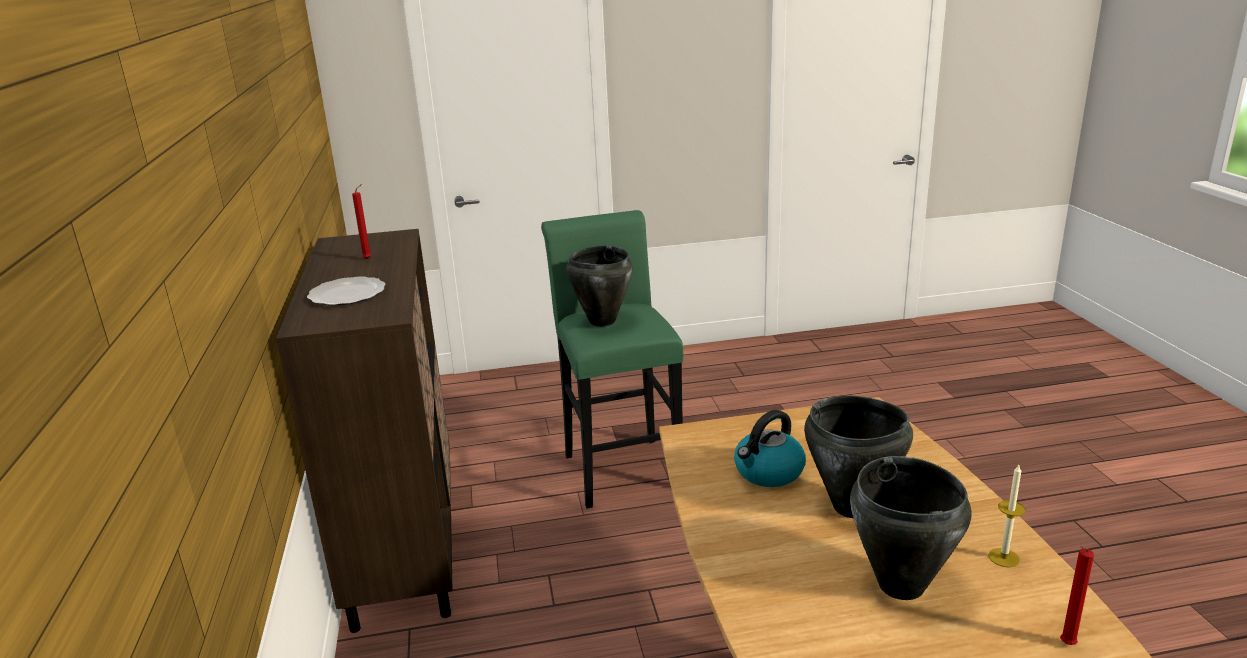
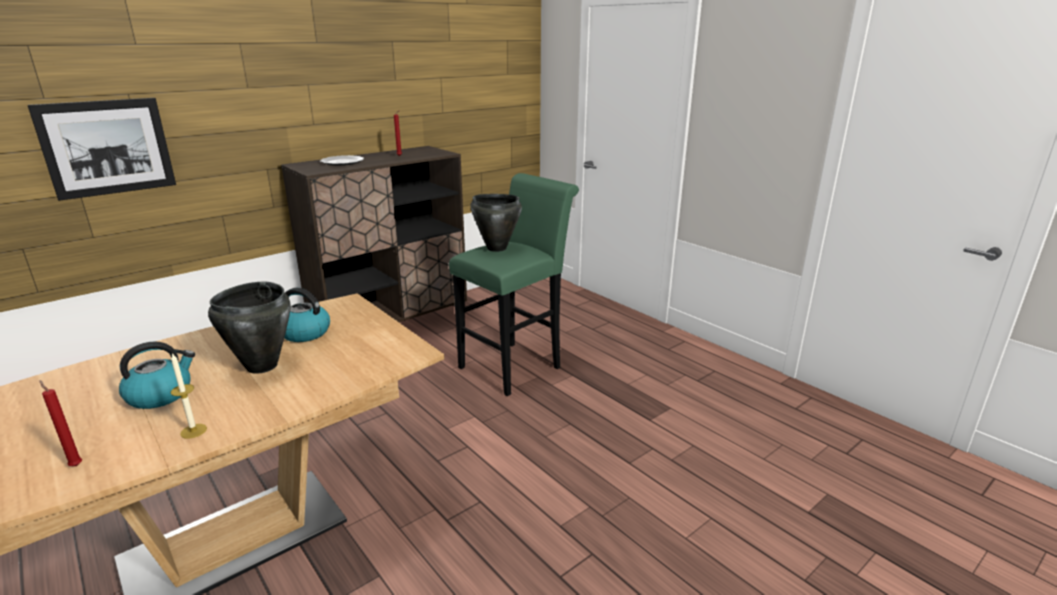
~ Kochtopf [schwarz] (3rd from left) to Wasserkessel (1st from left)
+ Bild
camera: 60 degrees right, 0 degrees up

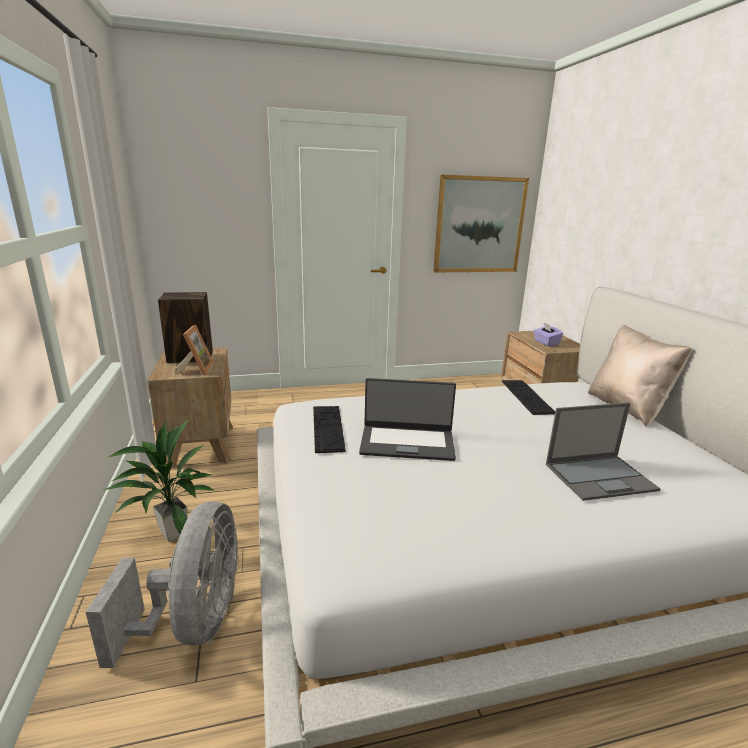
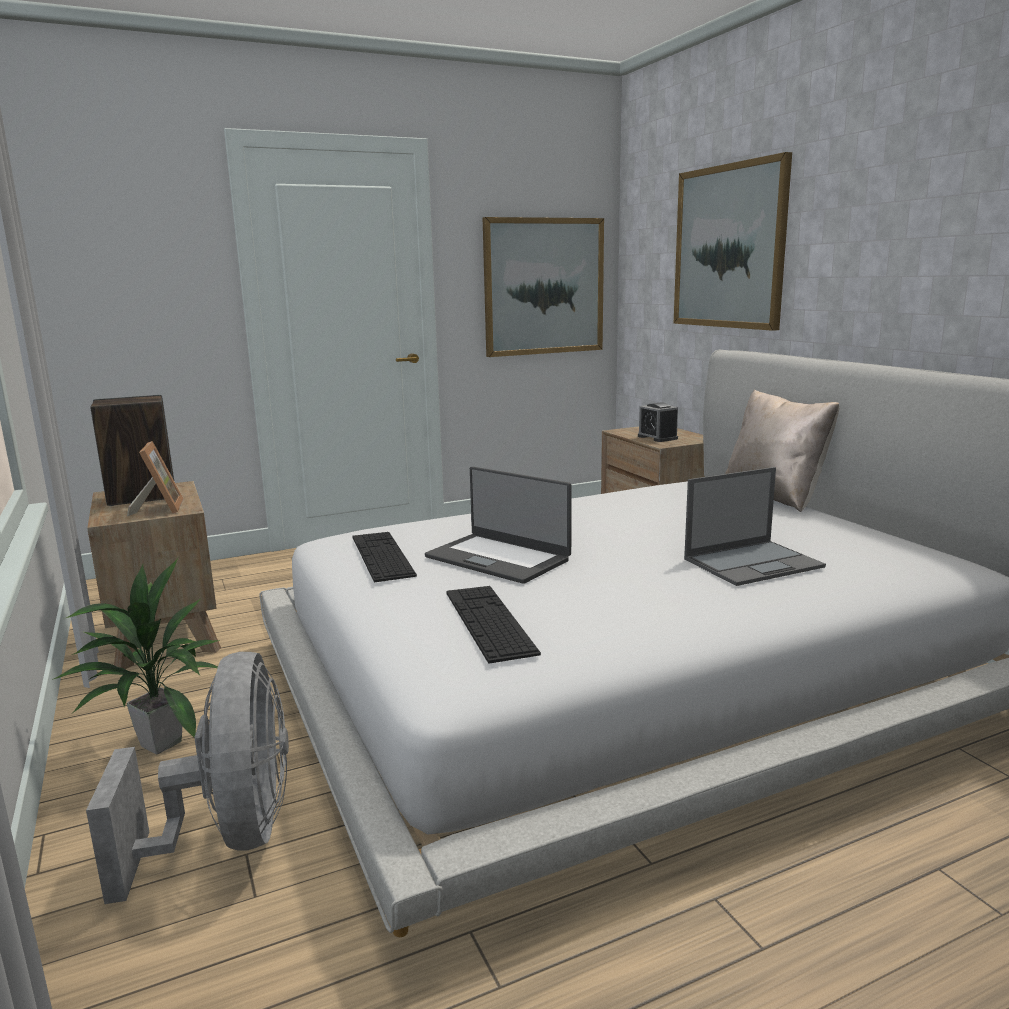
~ Taschentuchbox [lila] to Wecker
~ Laptop (1st from left) 45 degrees clockwise
~ Tastatur (2nd from left)
+ Bild (2nd from left)
camera: 10 degrees left, 5 degrees down

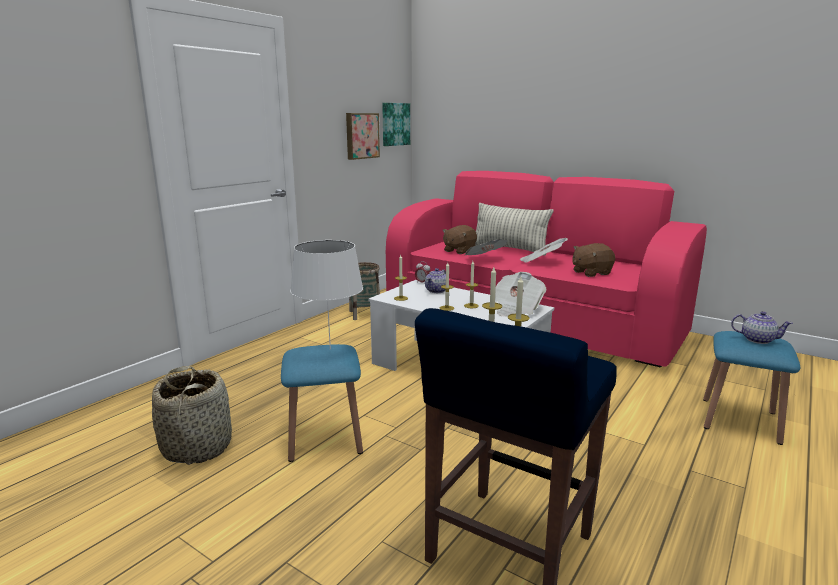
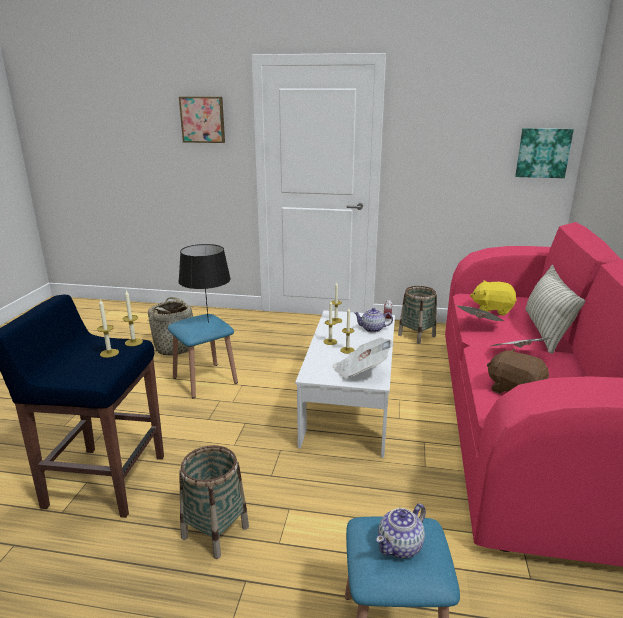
~ Bild (1st from left)
~ Plüschtier [braun] (1st from left) to Plüschtier [gelb]
~ Tischlampe [weiß] to Tischlampe [schwarz]
~ Teekanne (2nd from left) 45 degrees clockwise
+ Korb (2nd from left)
camera: 65 degrees right, 5 degrees up

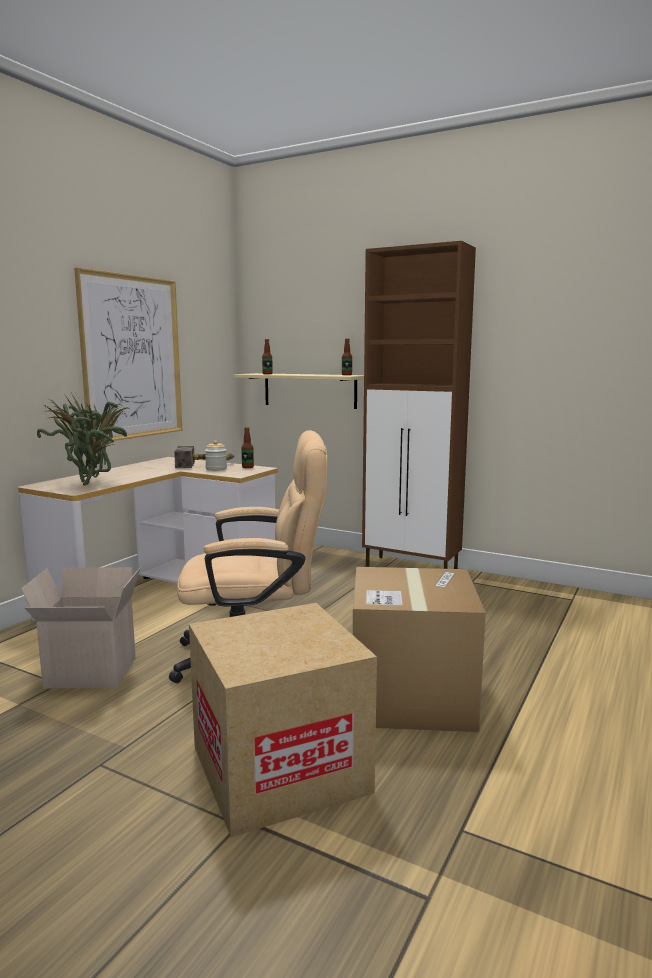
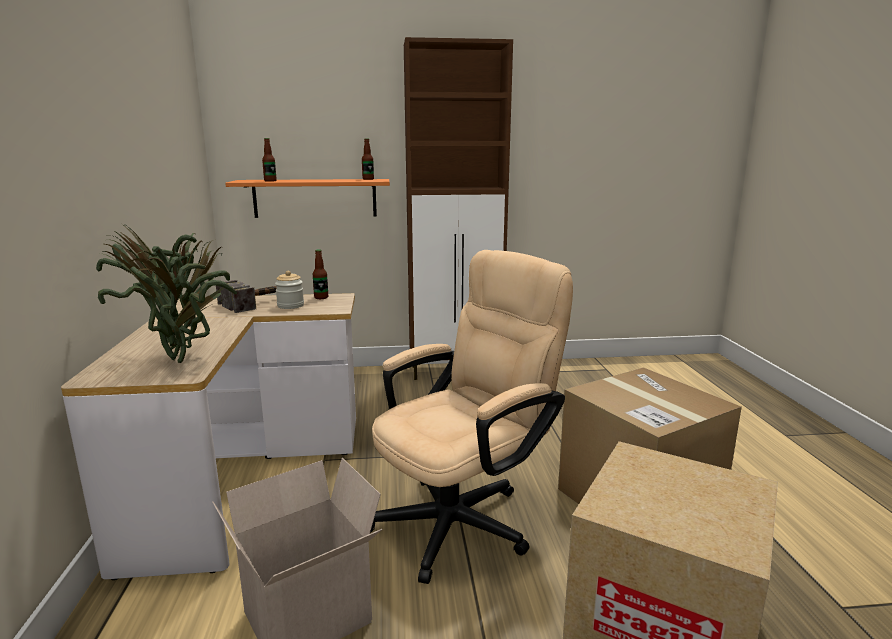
- Bild
~ Wandregal [beige] to Wandregal [orange]
camera: 35 degrees left, 5 degrees up

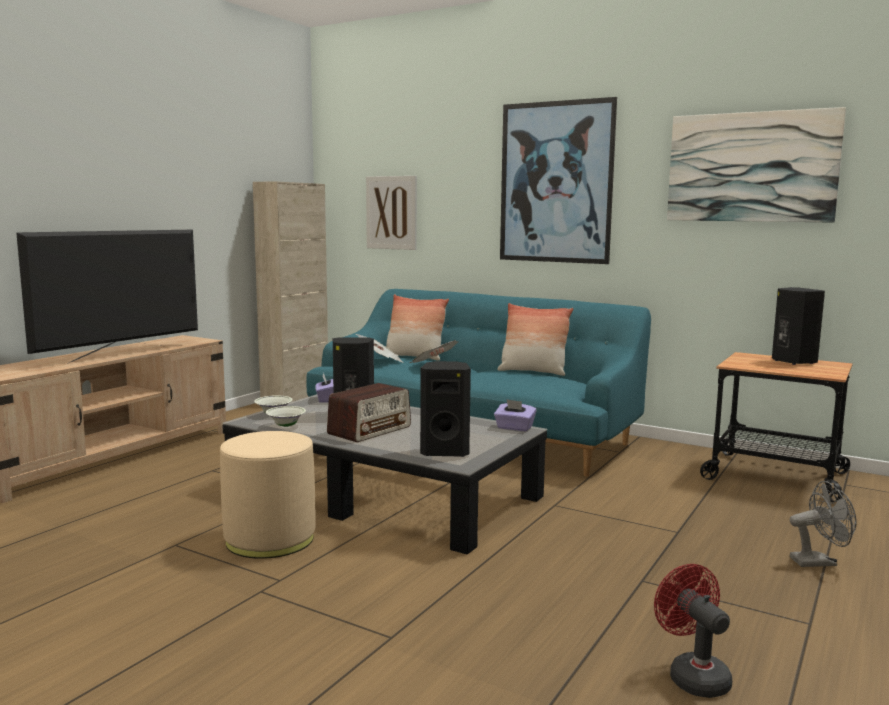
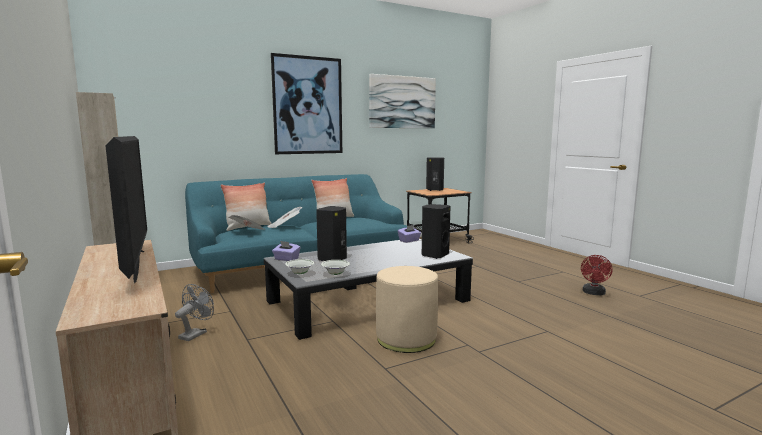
- Bild (1st from left)
- Radio
~ Ventilator [grau]
~ Ventilator [rot] 75 degrees counterclockwise
camera: 60 degrees left, 0 degrees up

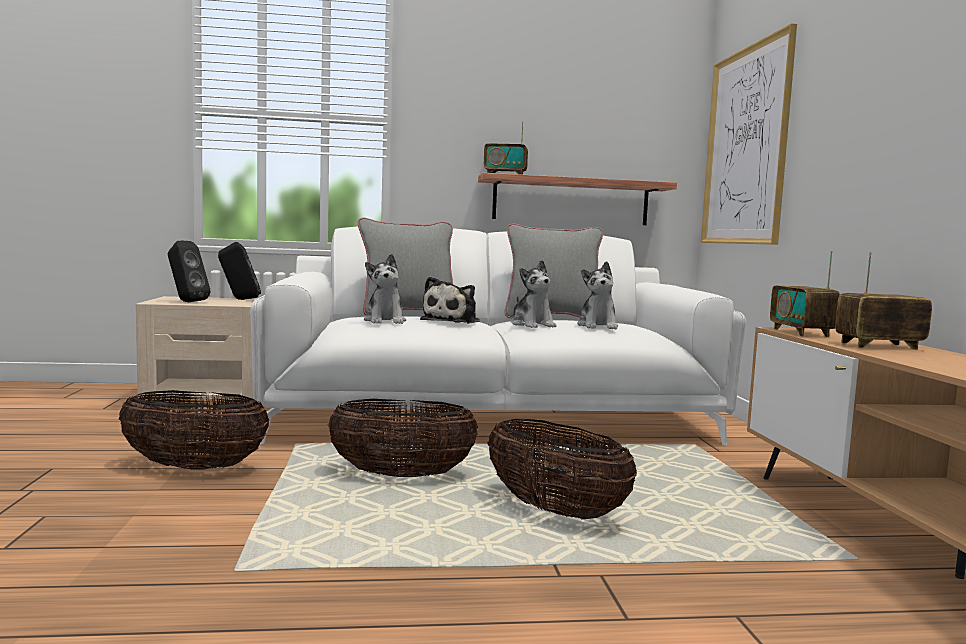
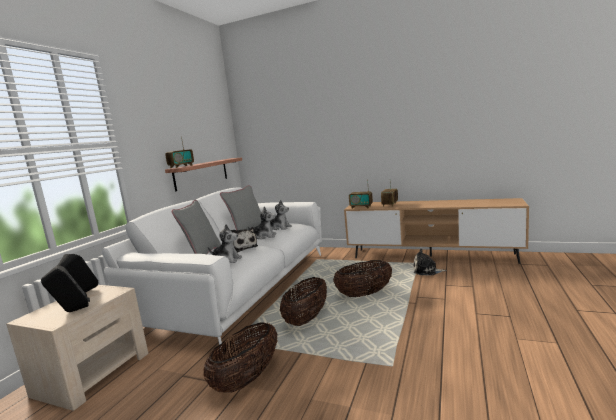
- Bild
+ Plüschtier (5th from left)
camera: 60 degrees left, 5 degrees up

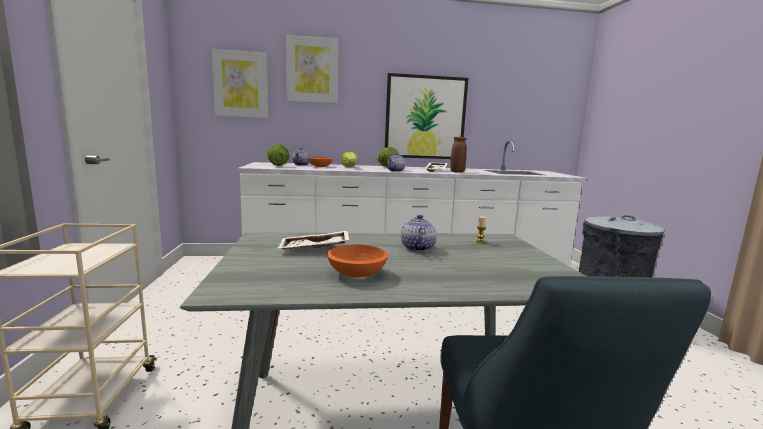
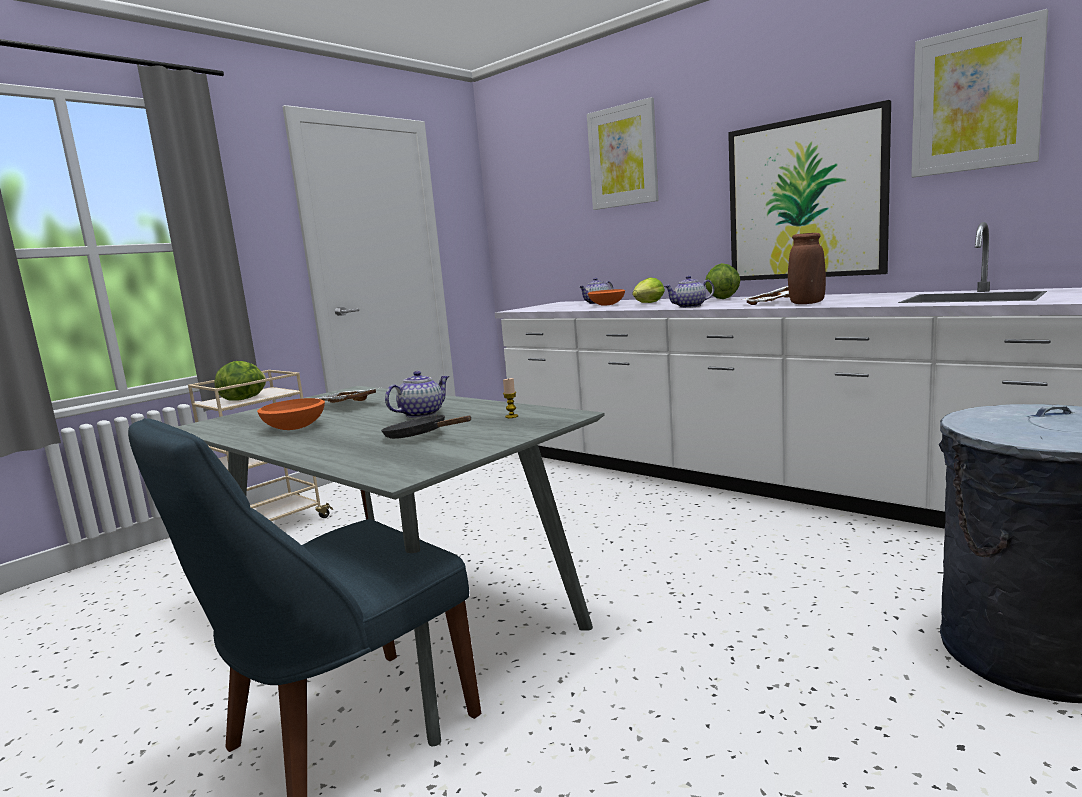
~ Bild (1st from left in the first image) to Bild (3rd from left)
~ Salatkopf (1st from left)
+ Pfanne [schwarz]
camera: 50 degrees right, 0 degrees up

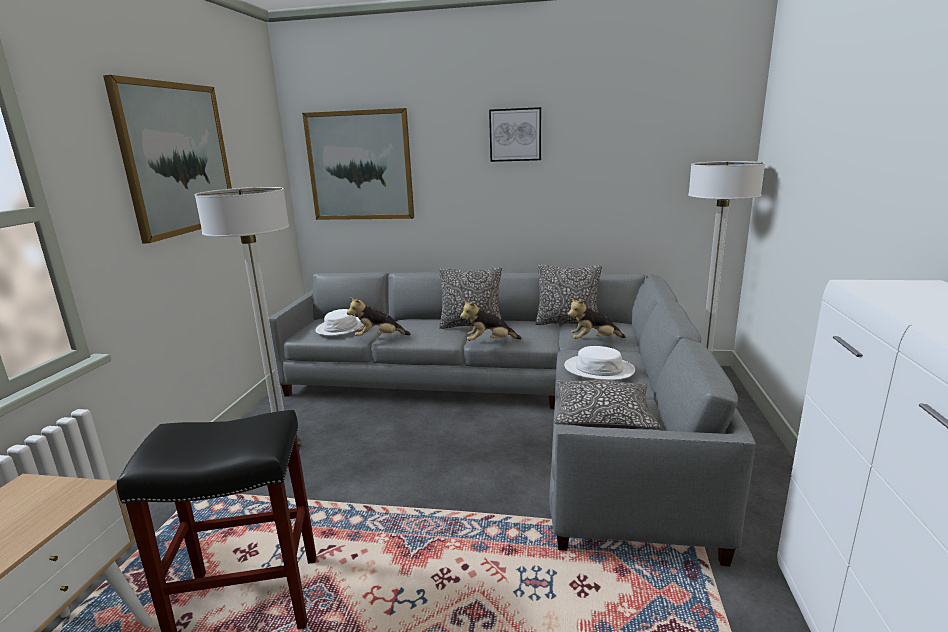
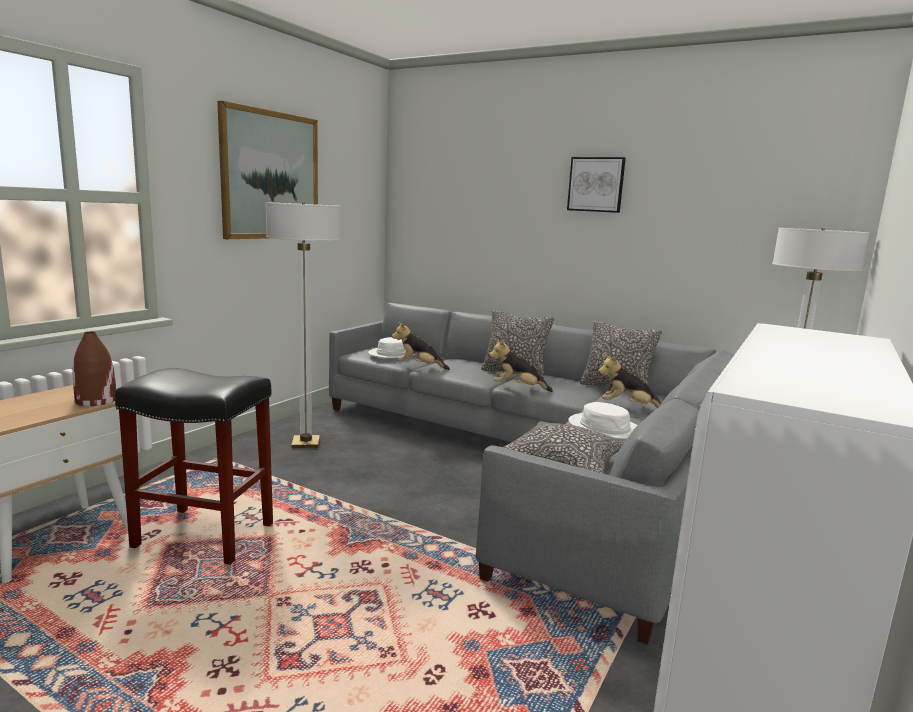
- Bild (2nd from left)
+ Vase [braun]
camera: 20 degrees right, 5 degrees down

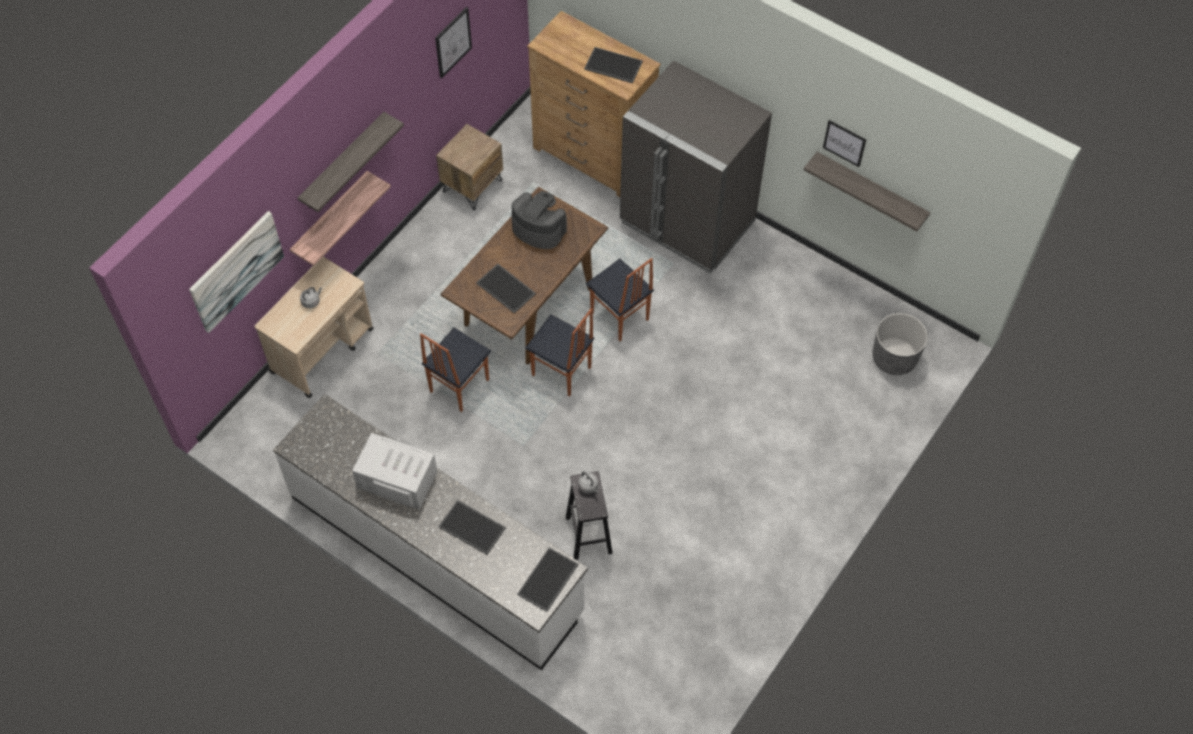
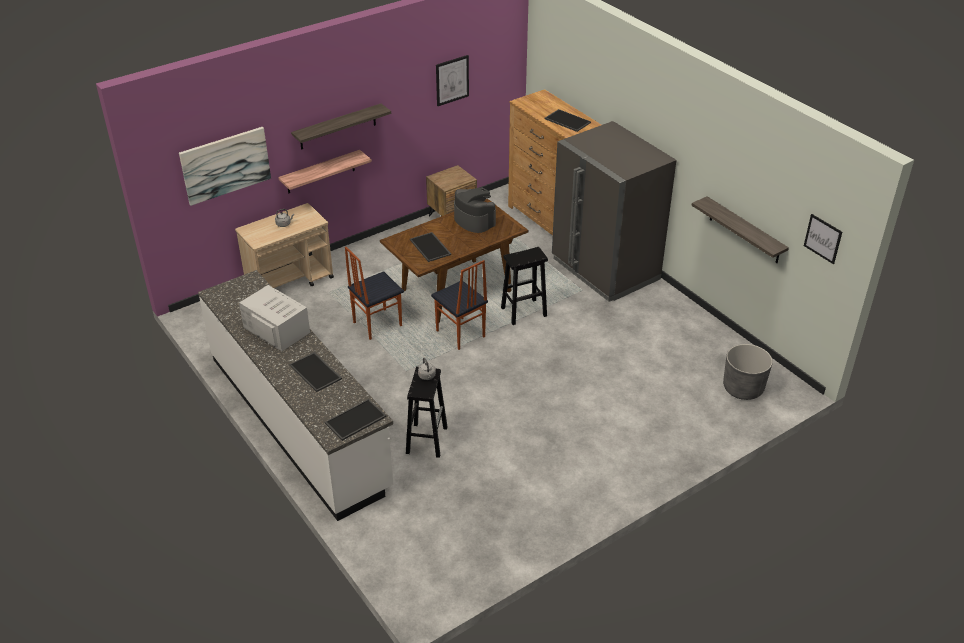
~ Bild (3rd from left)
~ Stuhl (3rd from left) to Hocker [schwarz] (2nd from left)
camera: 20 degrees right, 20 degrees down

